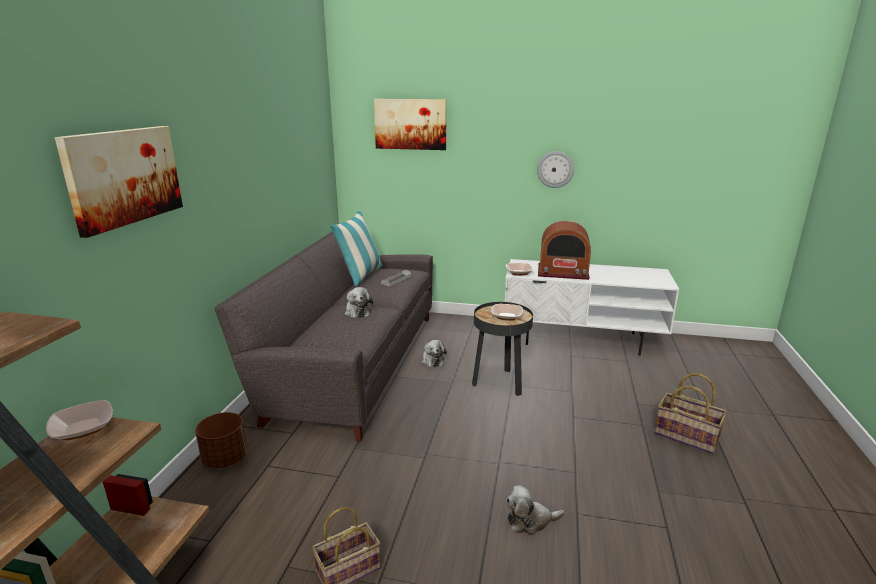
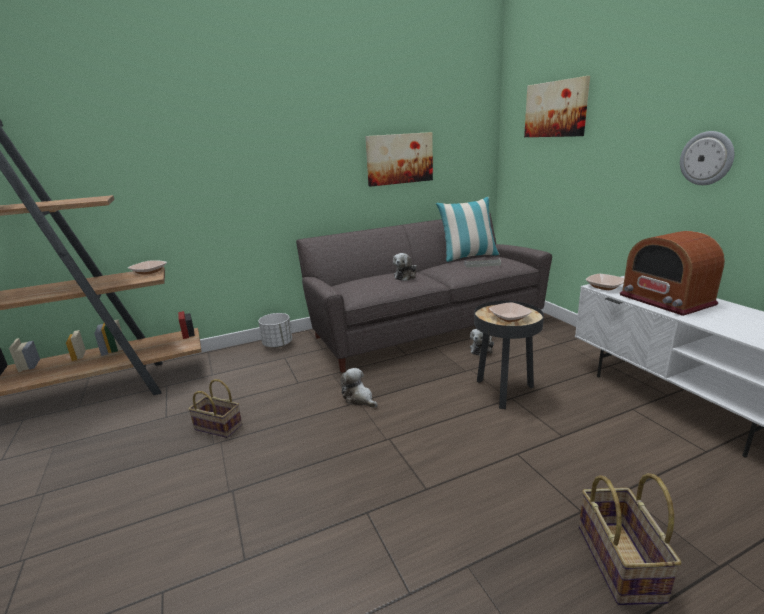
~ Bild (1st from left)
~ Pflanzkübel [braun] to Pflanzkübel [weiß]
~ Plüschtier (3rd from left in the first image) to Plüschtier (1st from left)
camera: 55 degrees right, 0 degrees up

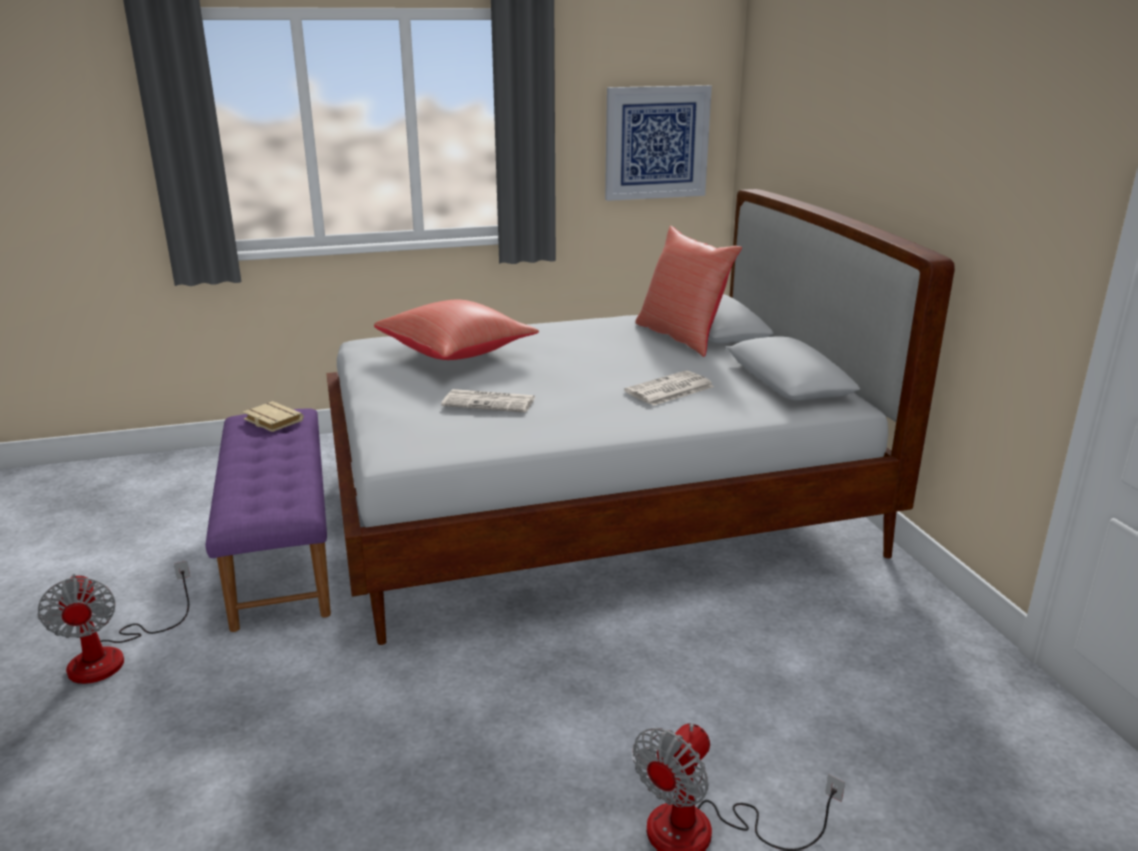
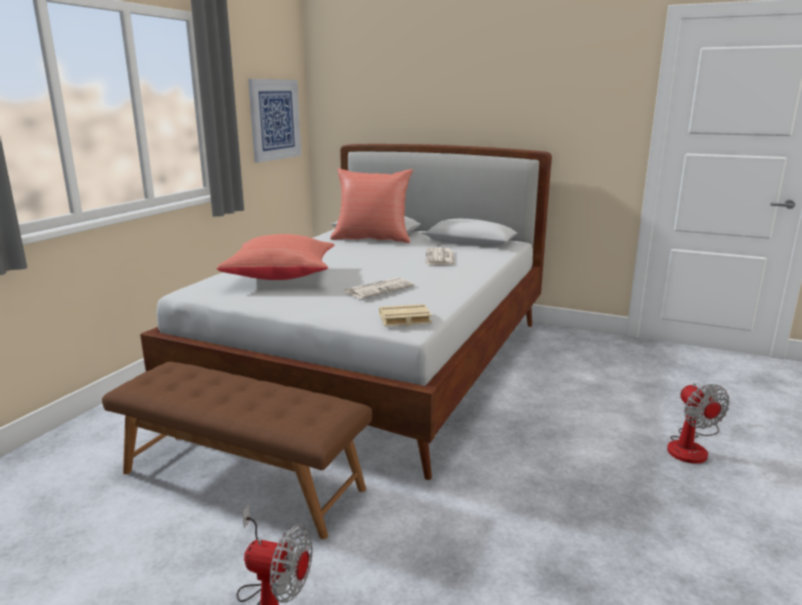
~ Buch [beige]
~ Bank [lila] to Bank [braun]
camera: 50 degrees left, 5 degrees down

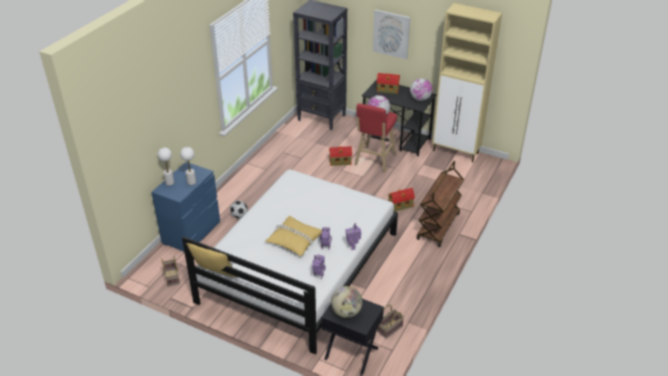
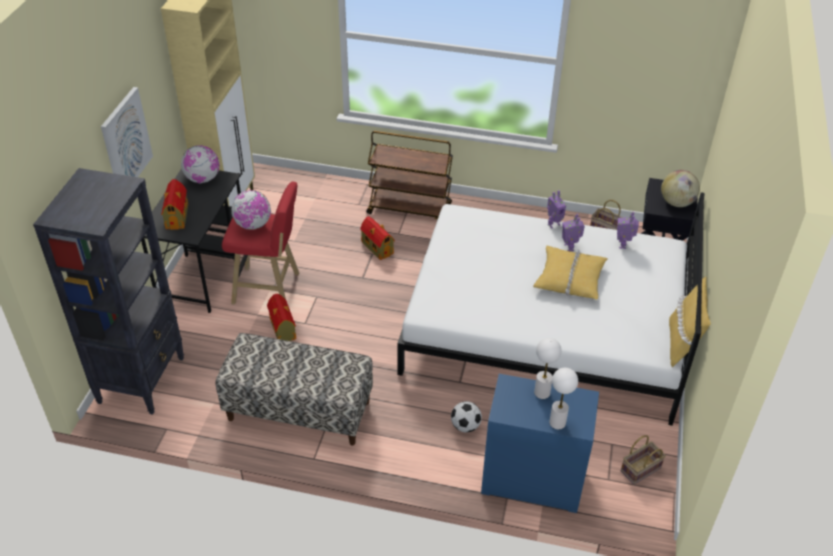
+ Bank
camera: 105 degrees left, 5 degrees up

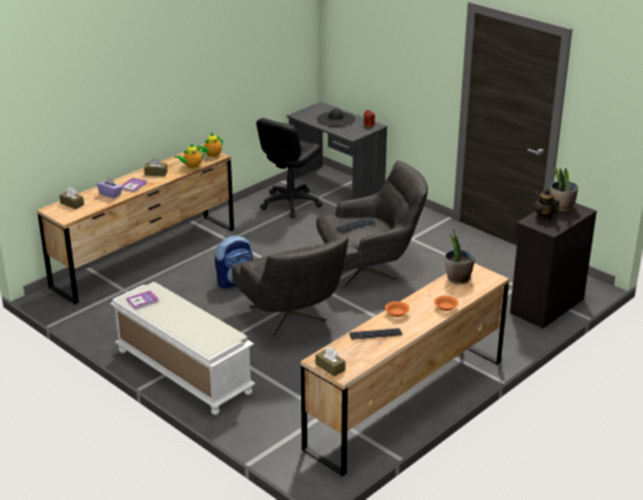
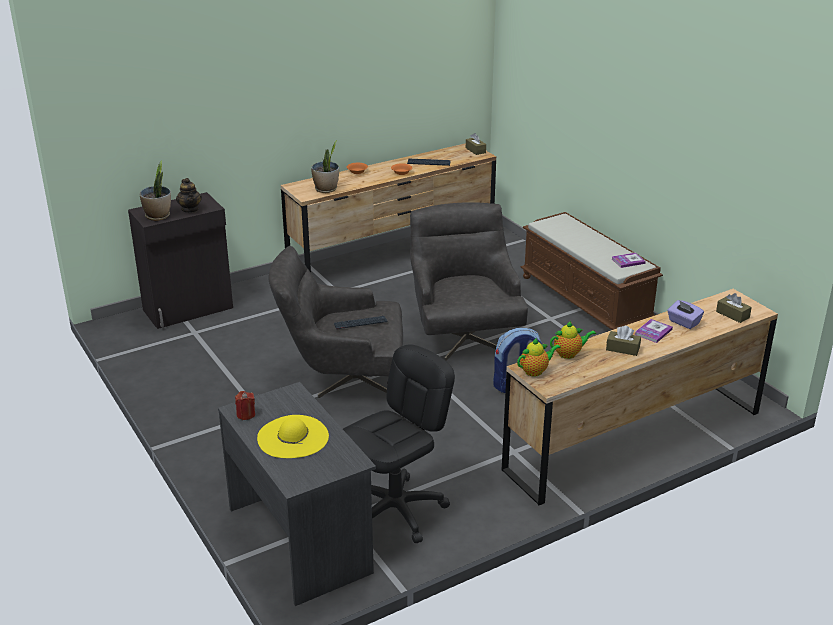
~ Hut [schwarz] to Hut [gelb]
~ Bank [weiß] to Bank [braun]
camera: 165 degrees left, 0 degrees up

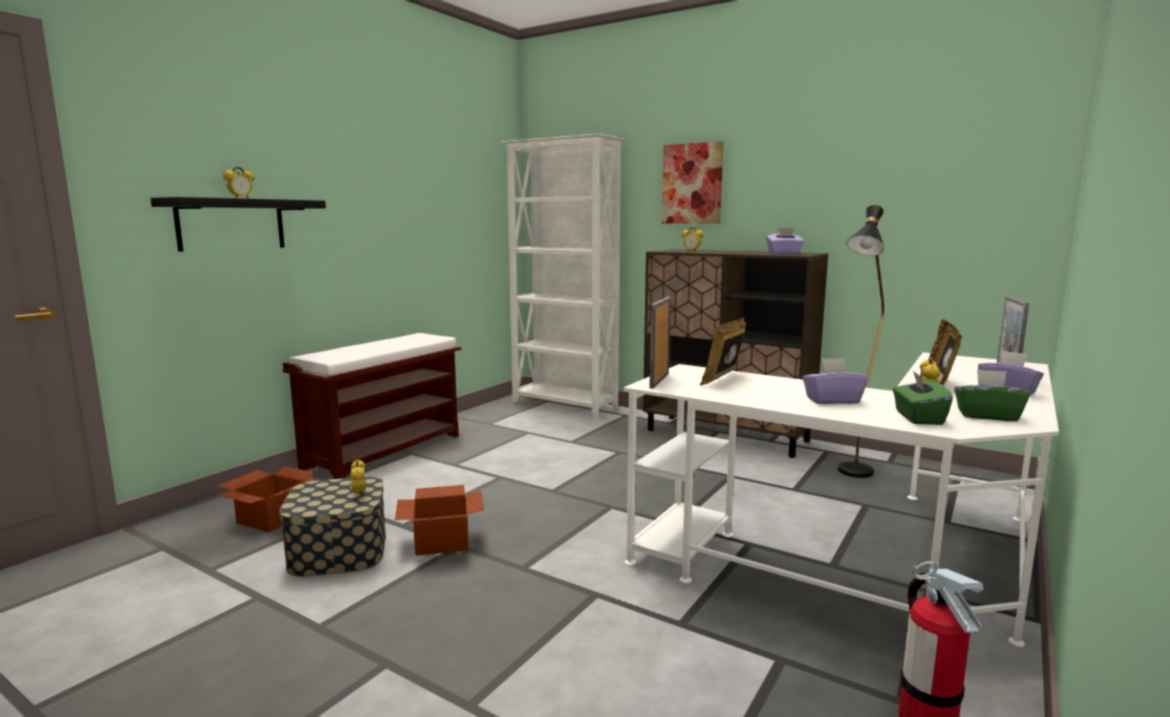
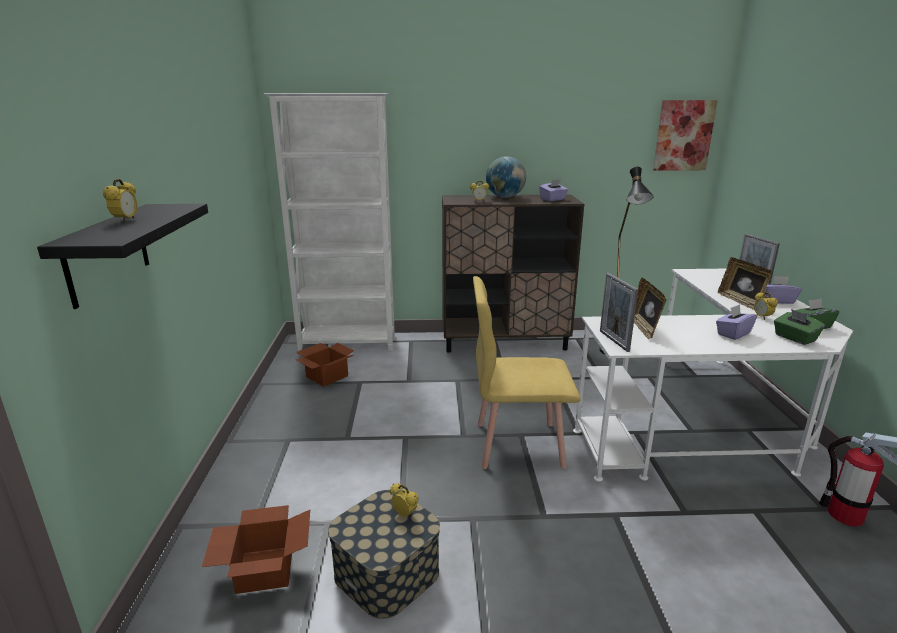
~ Bild
- Bank [braun]
~ Karton (2nd from left)
+ Globus
+ Stuhl [gelb]
camera: 35 degrees left, 10 degrees up

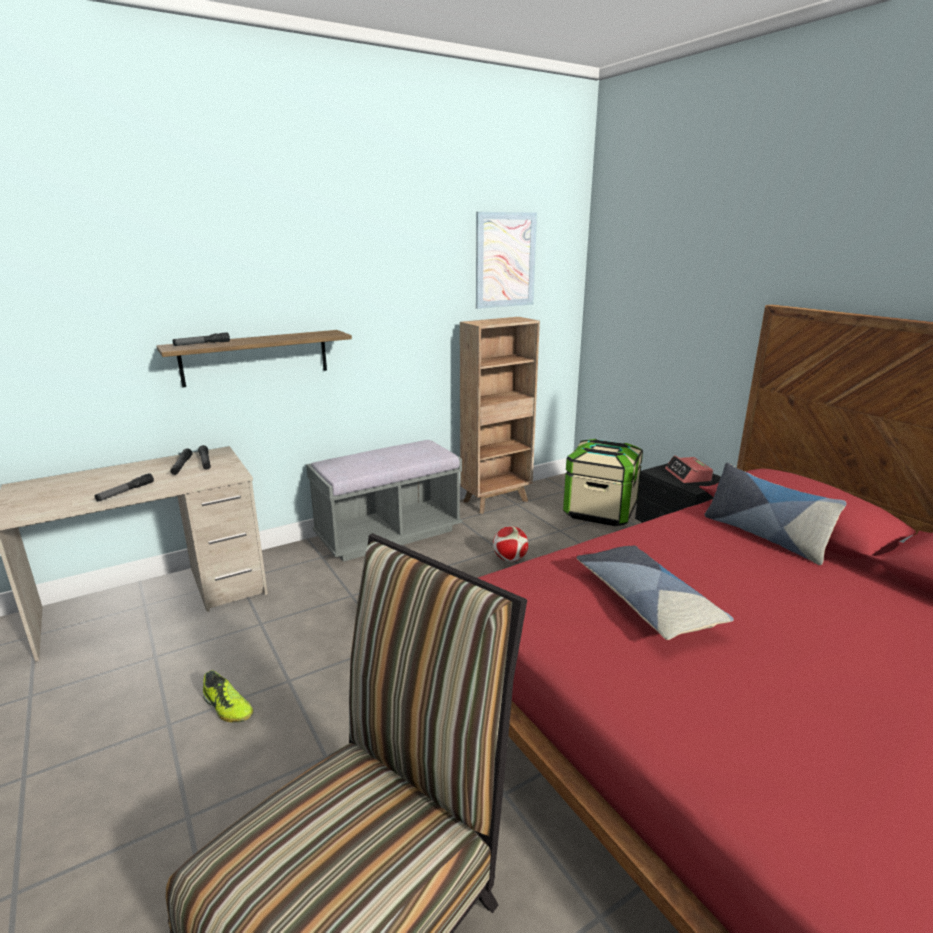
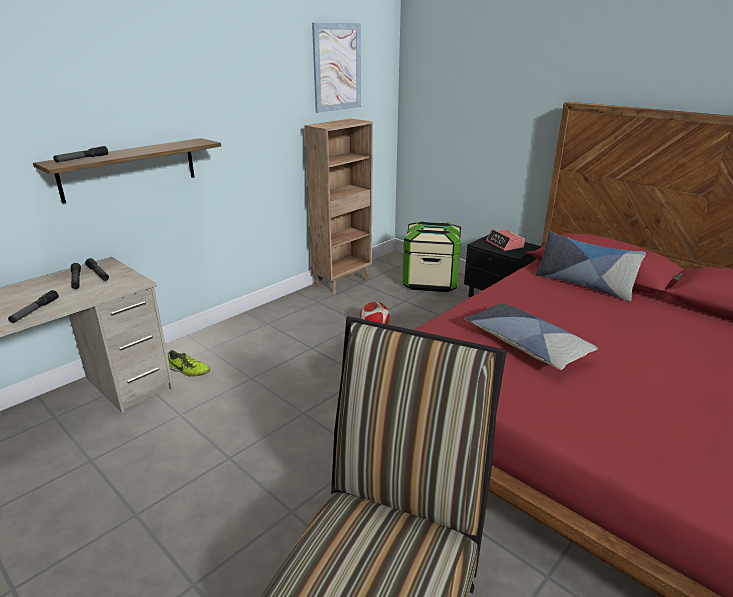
- Bank [grau]
~ Schuh
camera: 15 degrees left, 5 degrees up

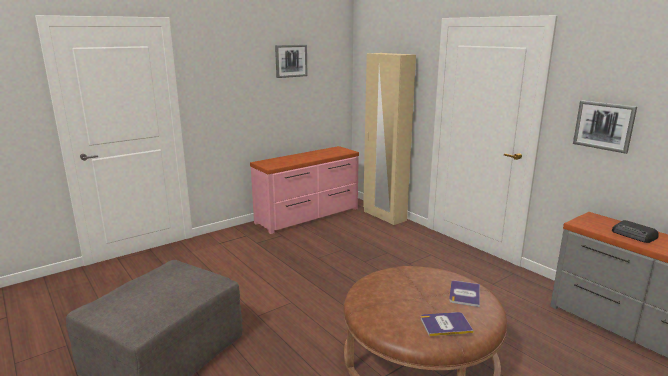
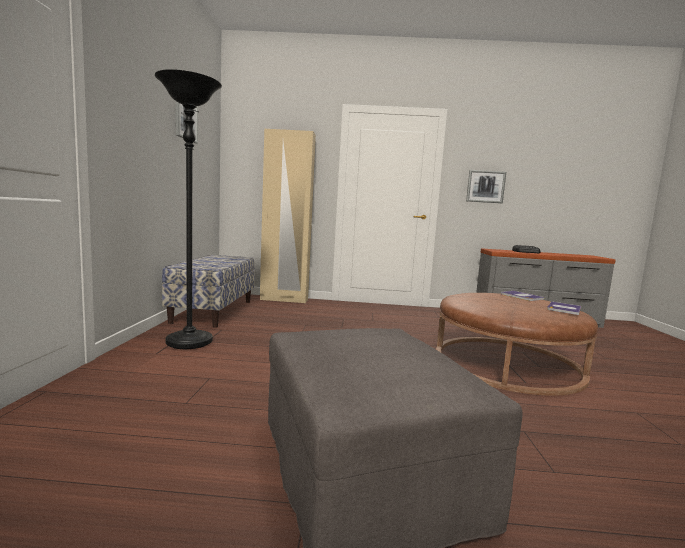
~ Kommode [rosa] to Bank
+ Stehlampe [schwarz]
camera: 50 degrees left, 10 degrees down

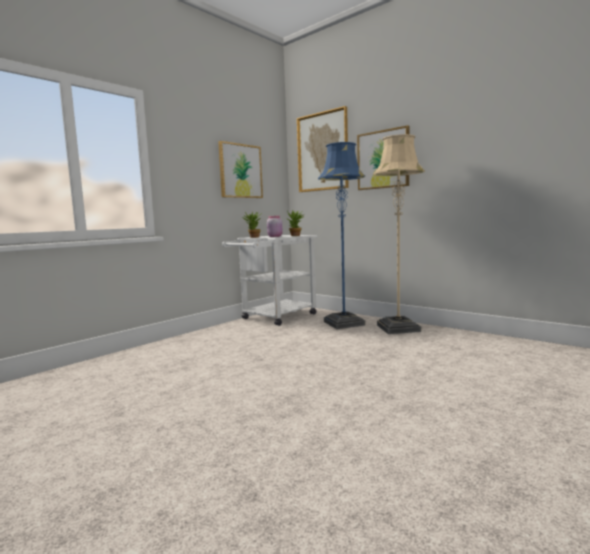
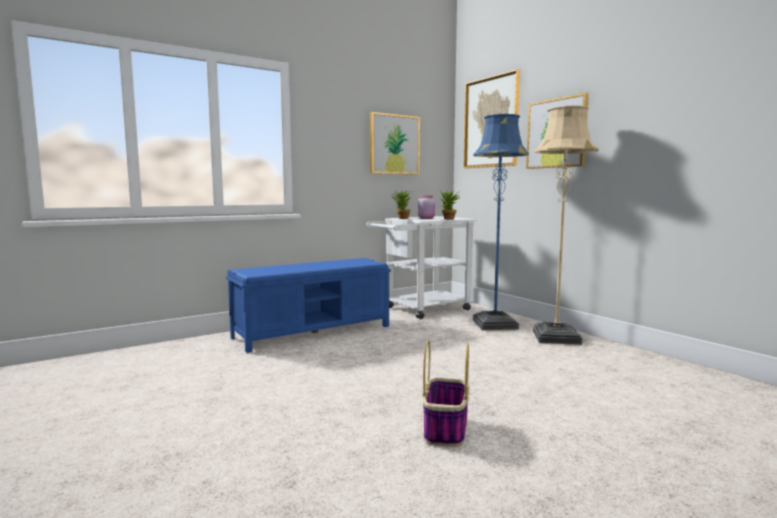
+ Bank [blau]
+ Korb
camera: 15 degrees right, 0 degrees up

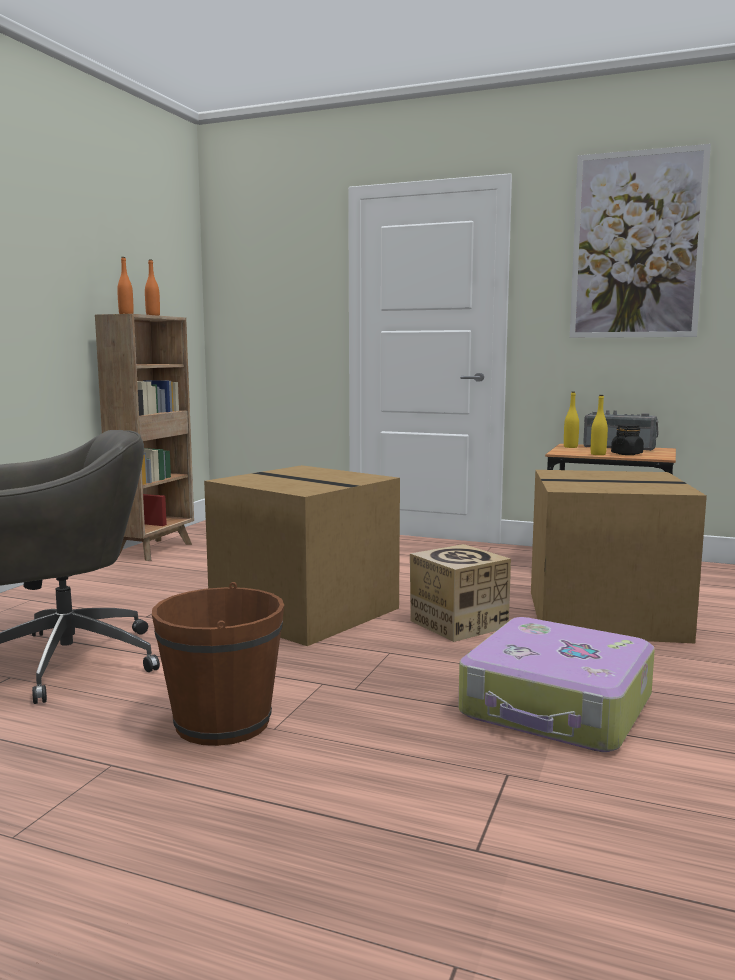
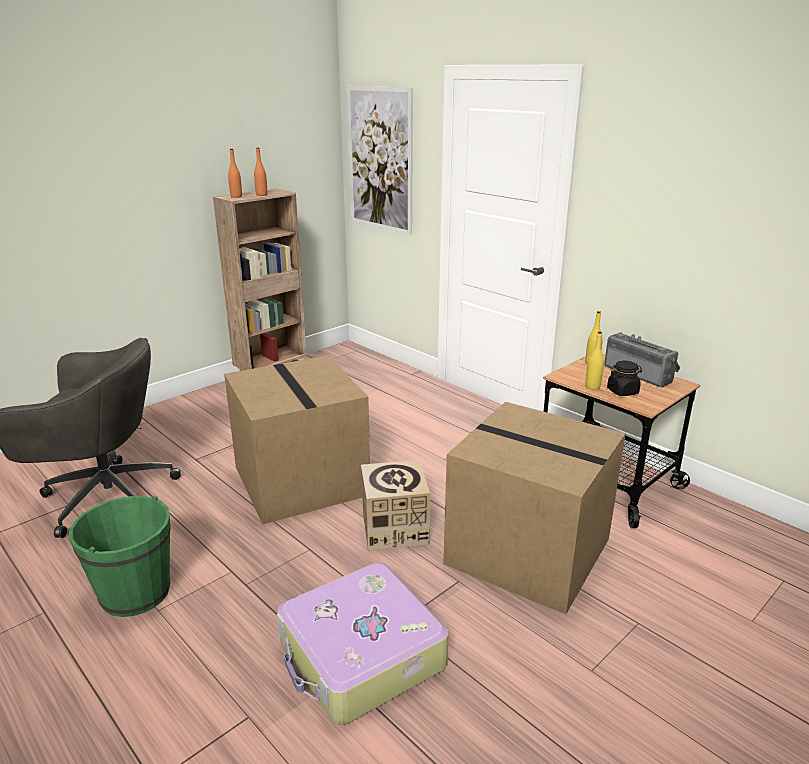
~ Bild
~ Eimer [braun] to Eimer [grün]
camera: 25 degrees right, 15 degrees up

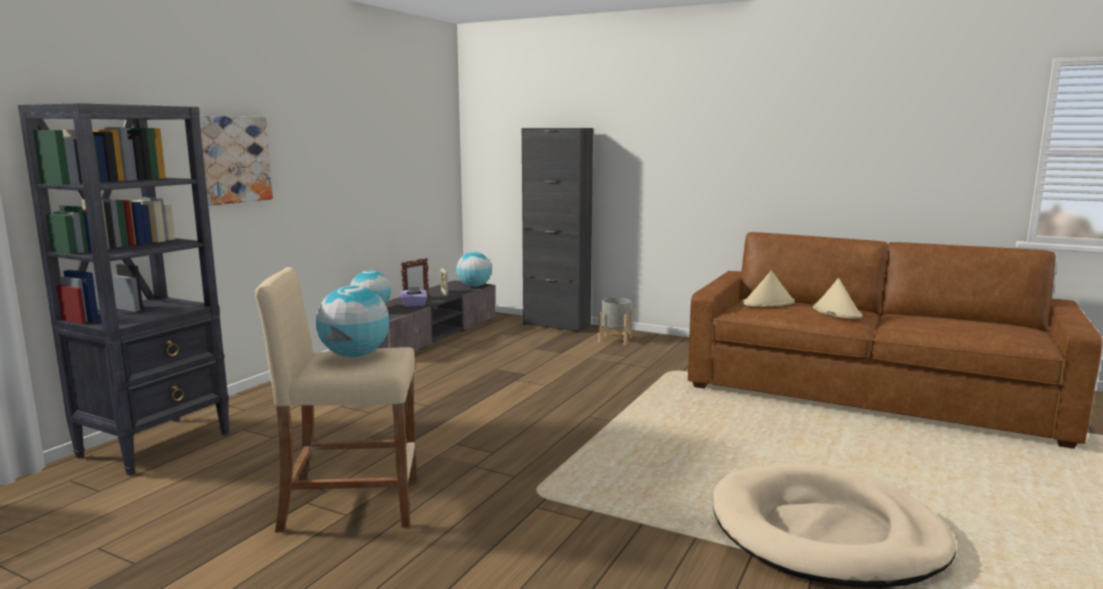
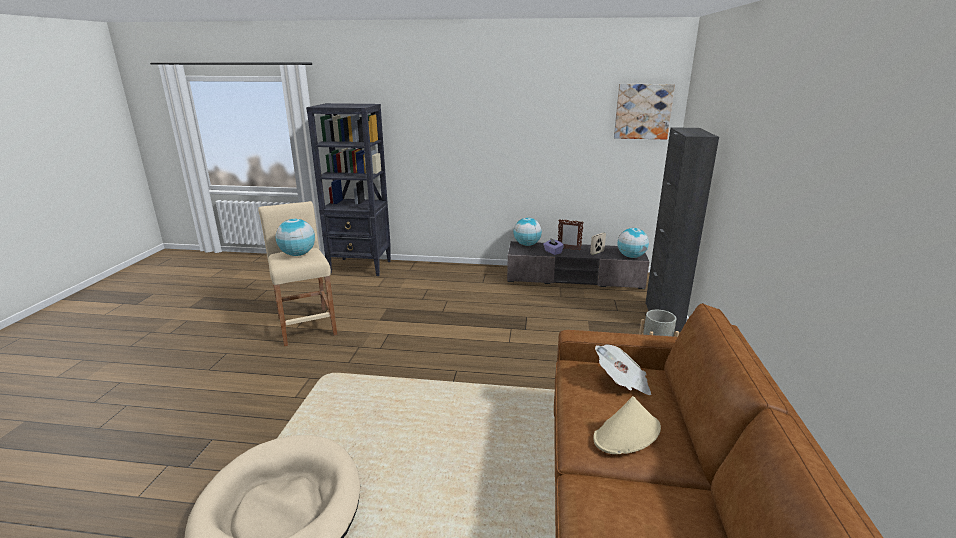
~ Bild
~ Hut [beige] (1st from left) to Zeitung
camera: 70 degrees right, 10 degrees up

